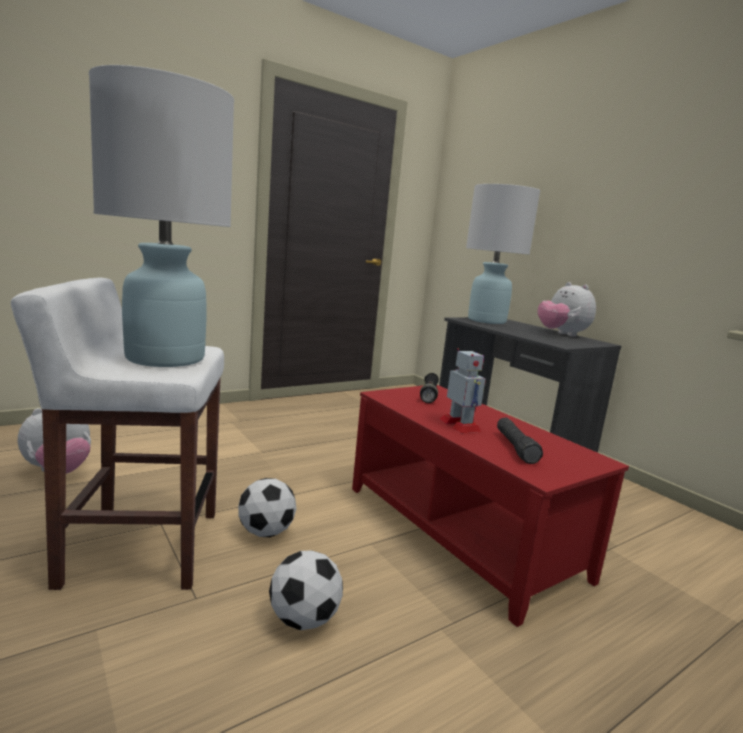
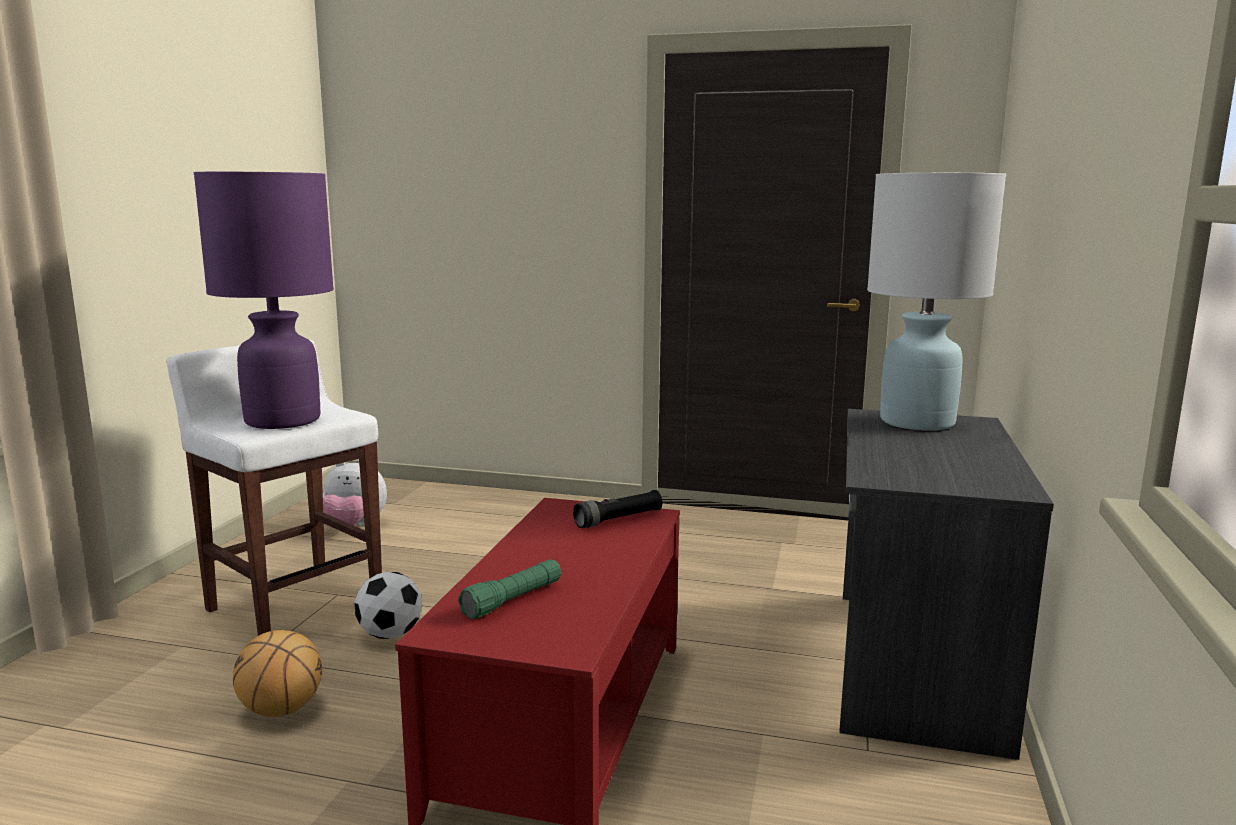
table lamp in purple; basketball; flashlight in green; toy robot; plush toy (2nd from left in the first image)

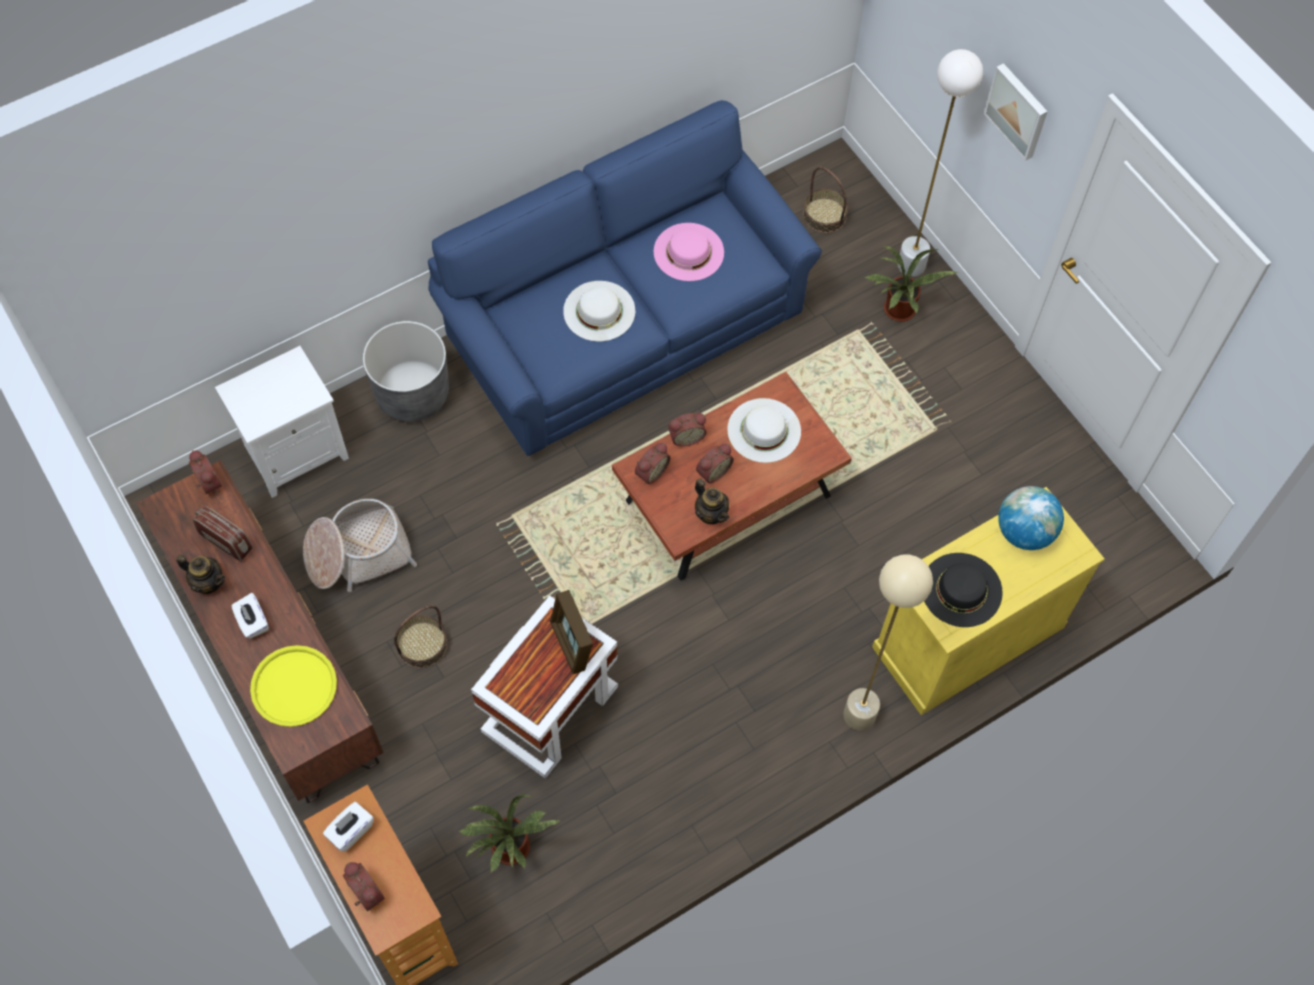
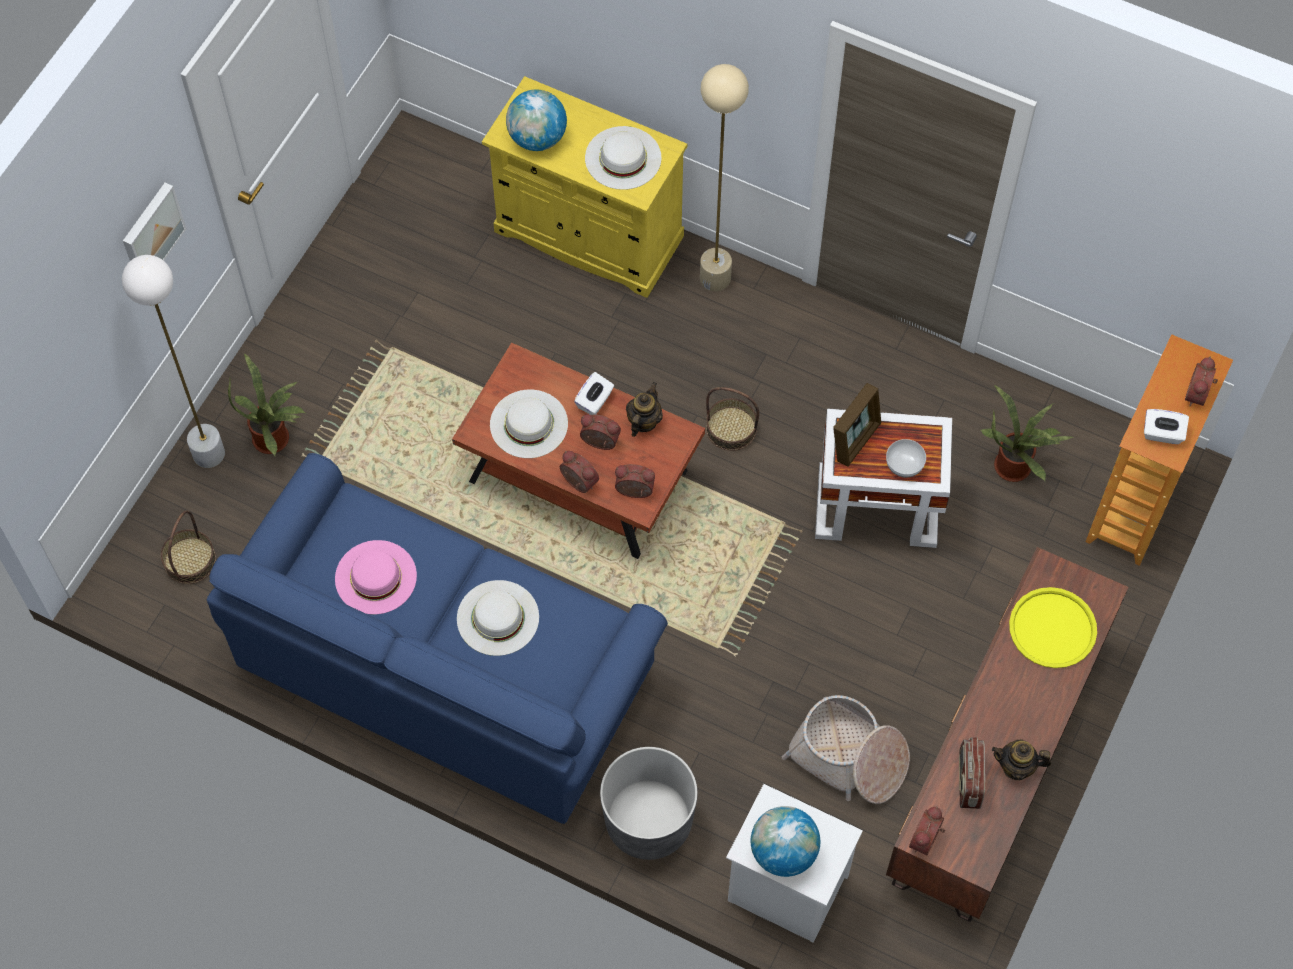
tissue box in white (1st from left); hat in white (3rd from left); basket (2nd from left); globe (2nd from left); bowl; teapot (2nd from left)

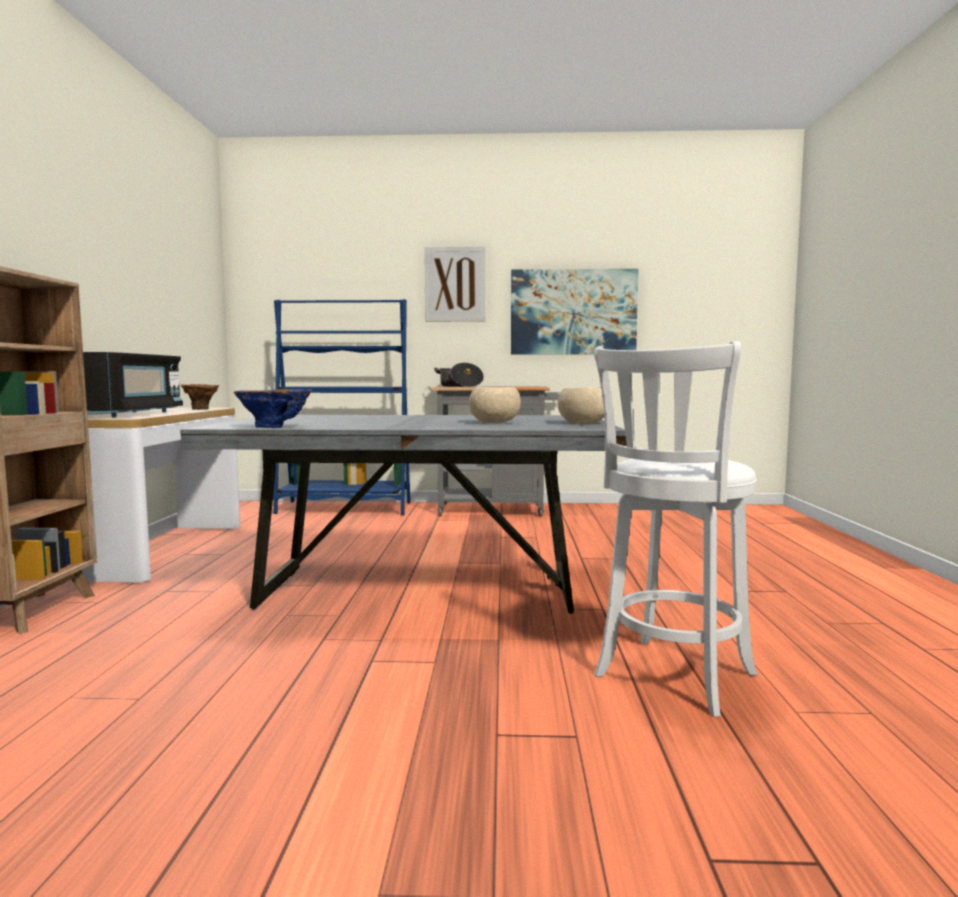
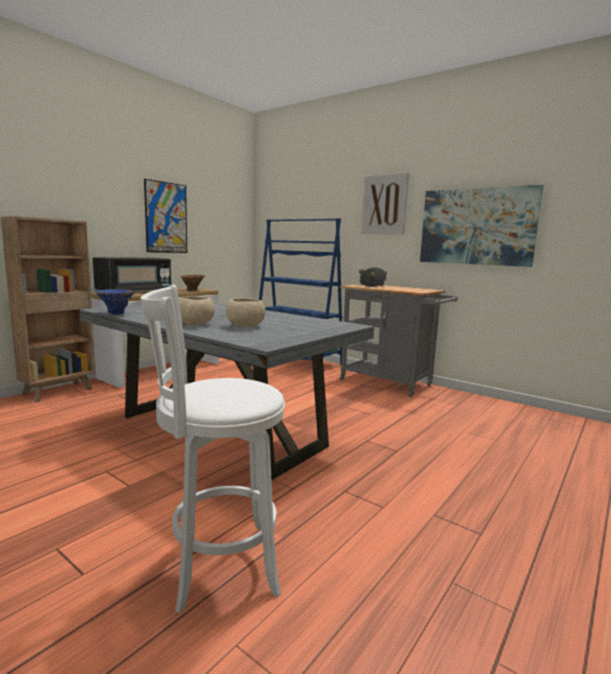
picture (1st from left); bowl in beige (1st from left)

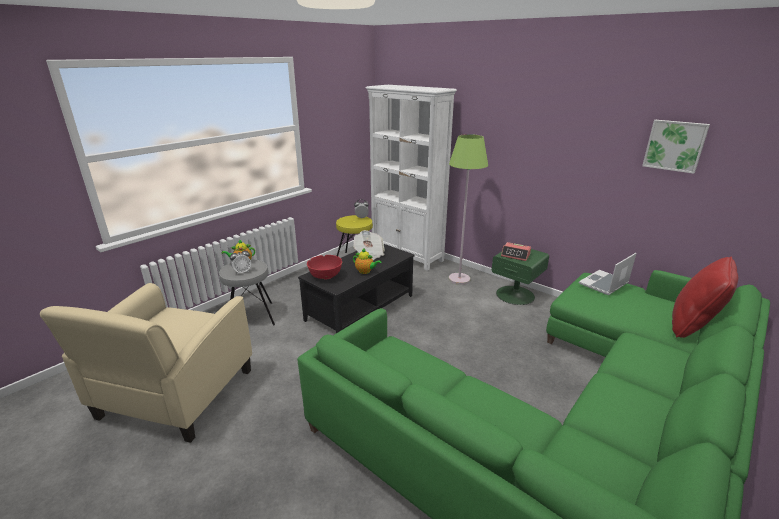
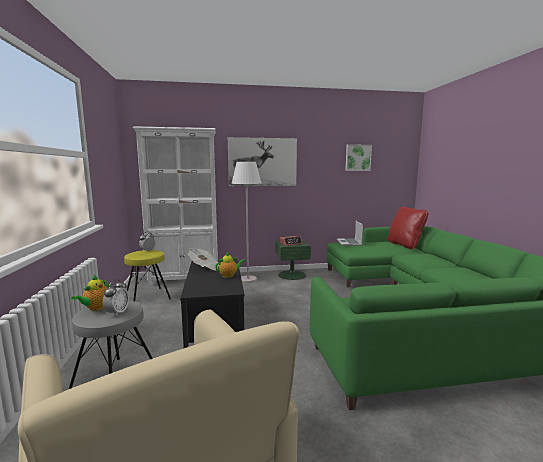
picture (1st from left); floor lamp in white; bowl in red

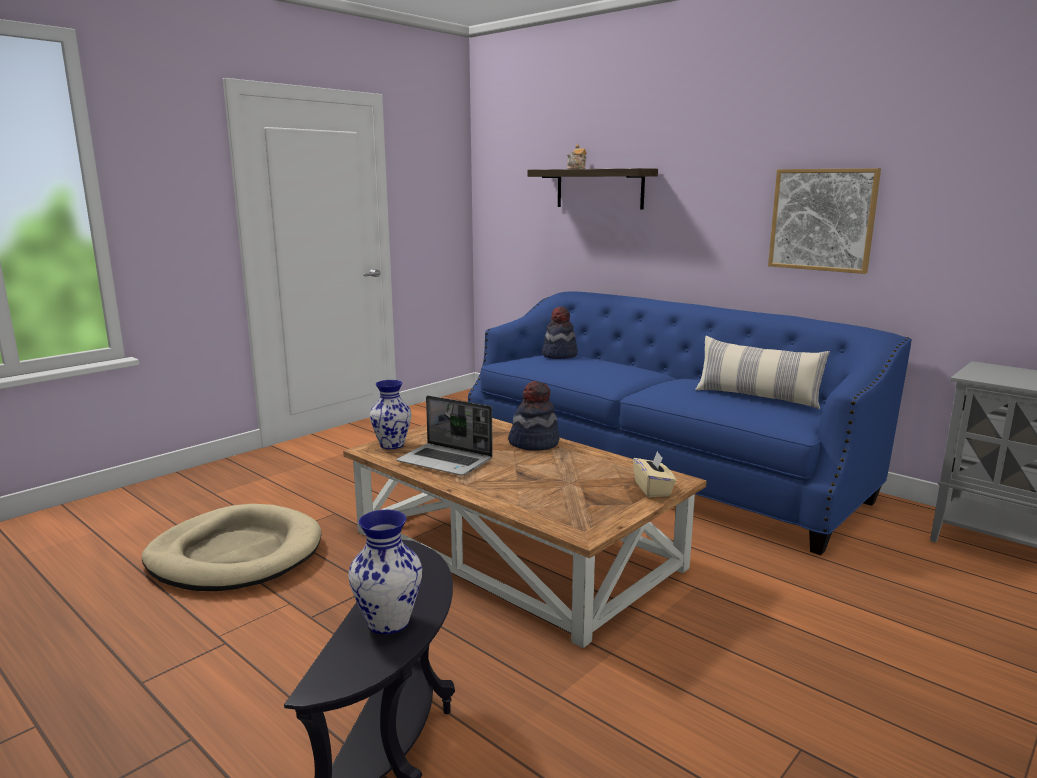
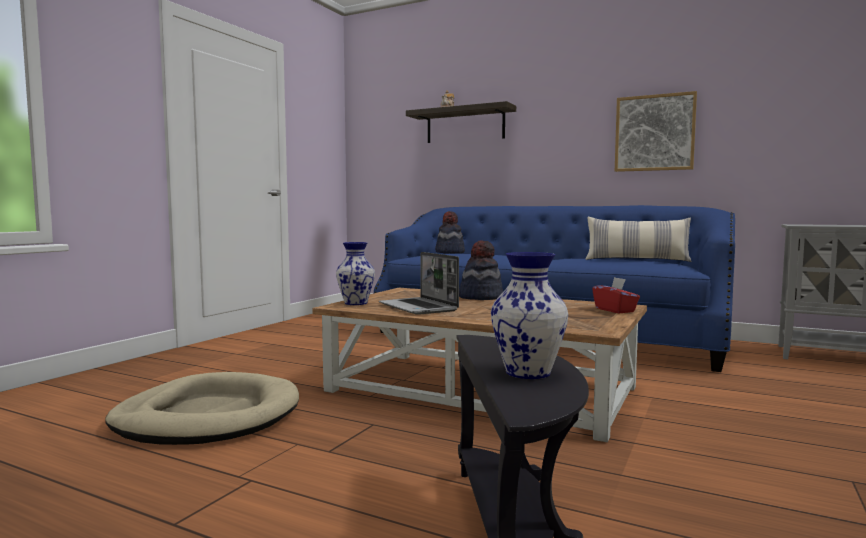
laptop; tissue box in red

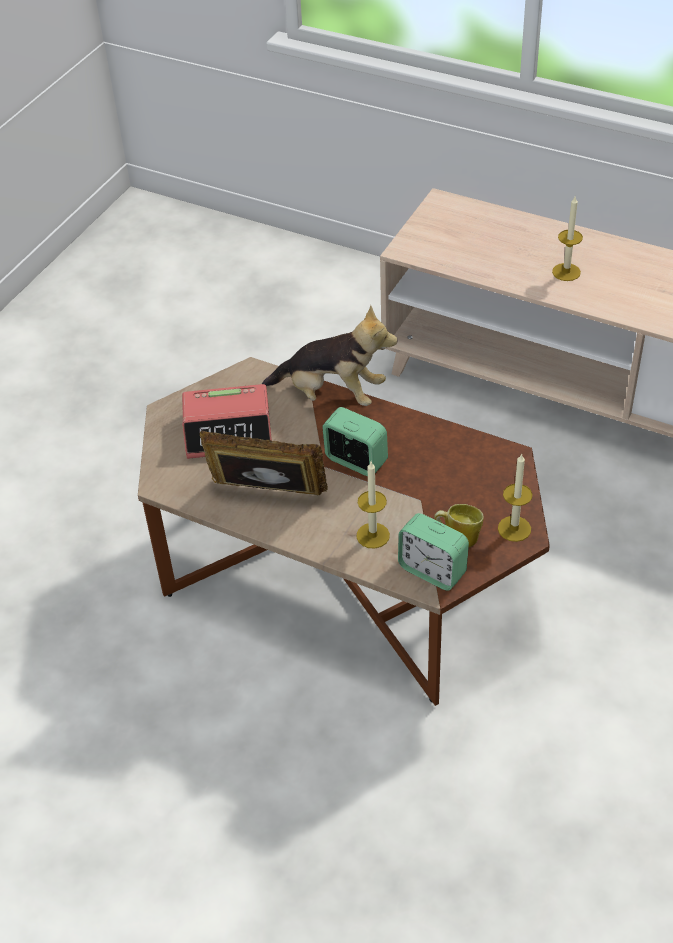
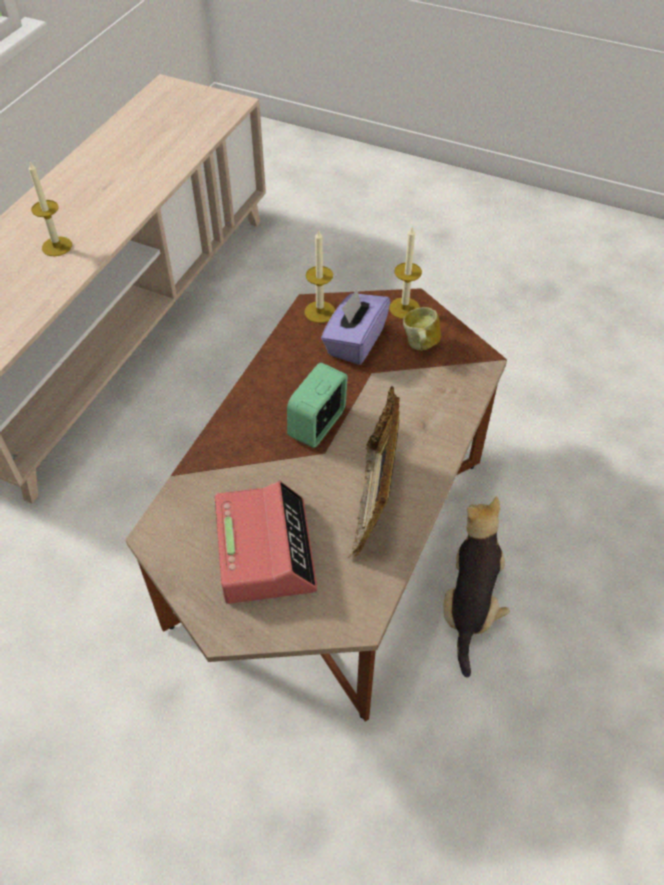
candle (2nd from left); tissue box in purple; plush toy; alarm clock (3rd from left in the first image)

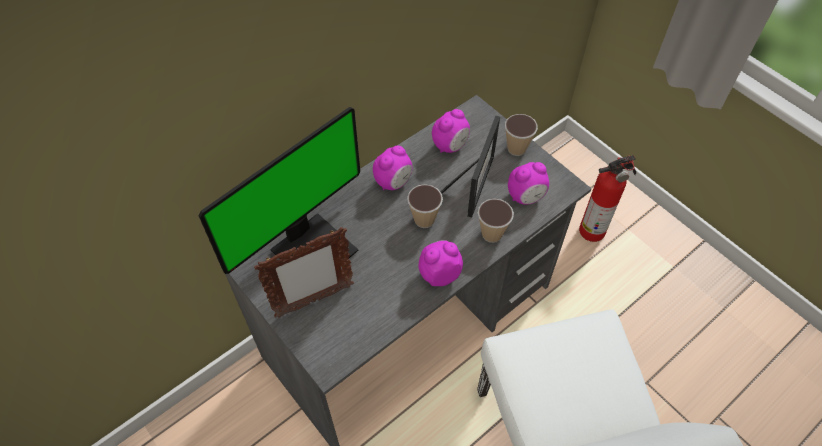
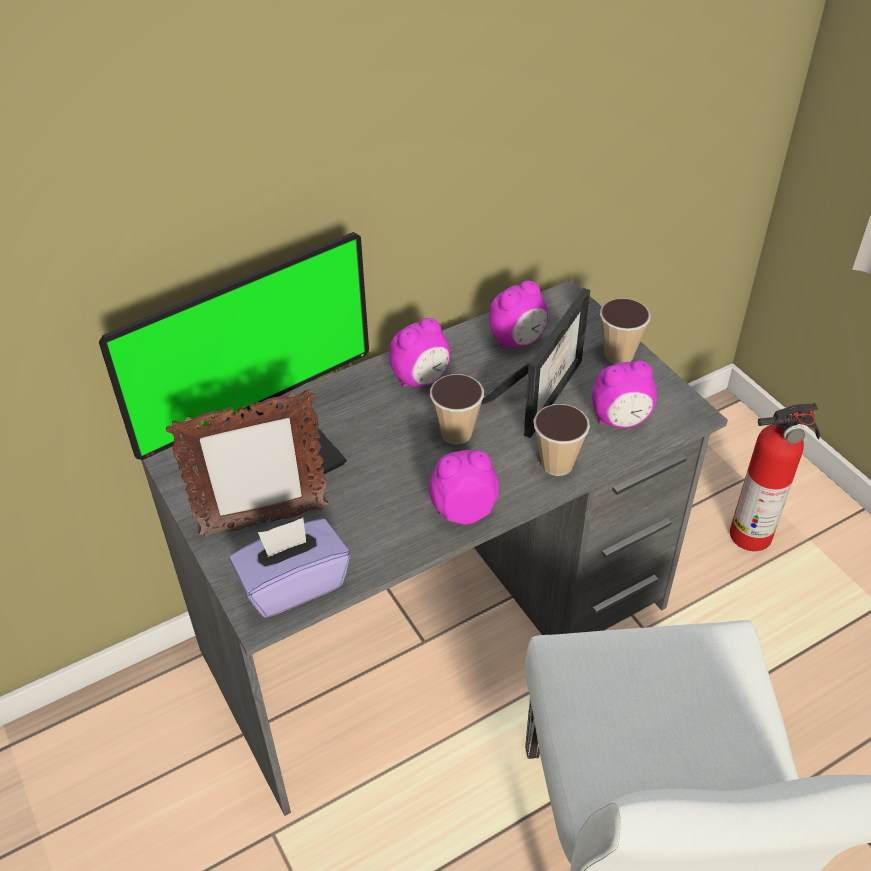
tissue box in purple

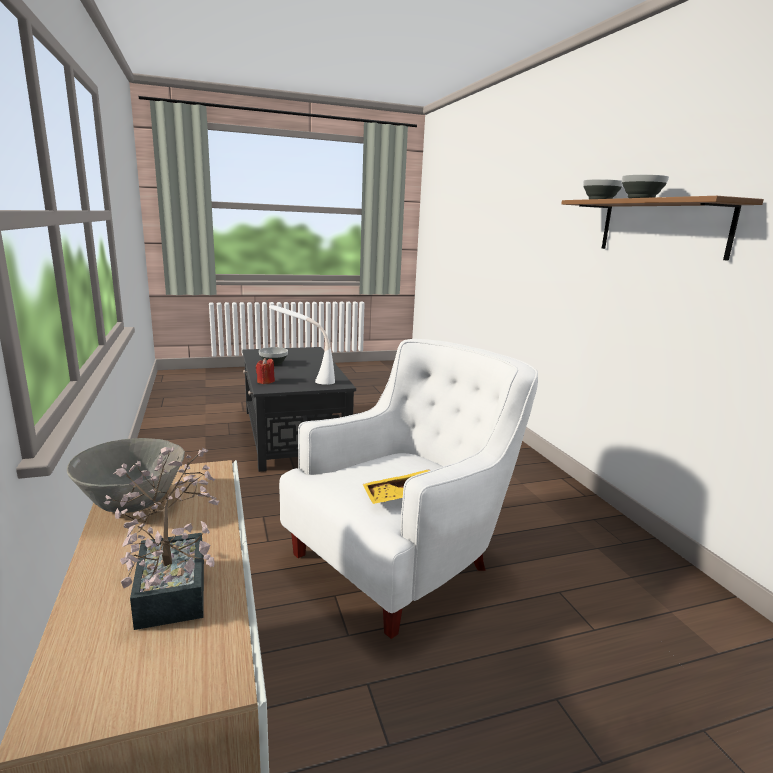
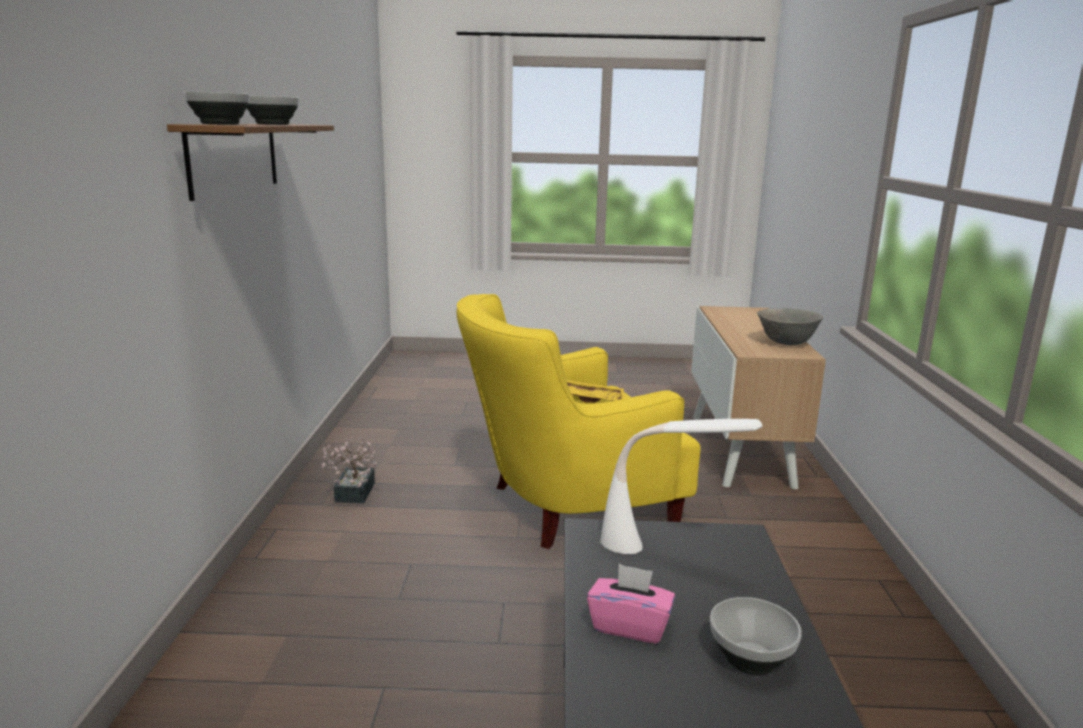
potted plant; armchair in yellow; tissue box in pink; candle in red

